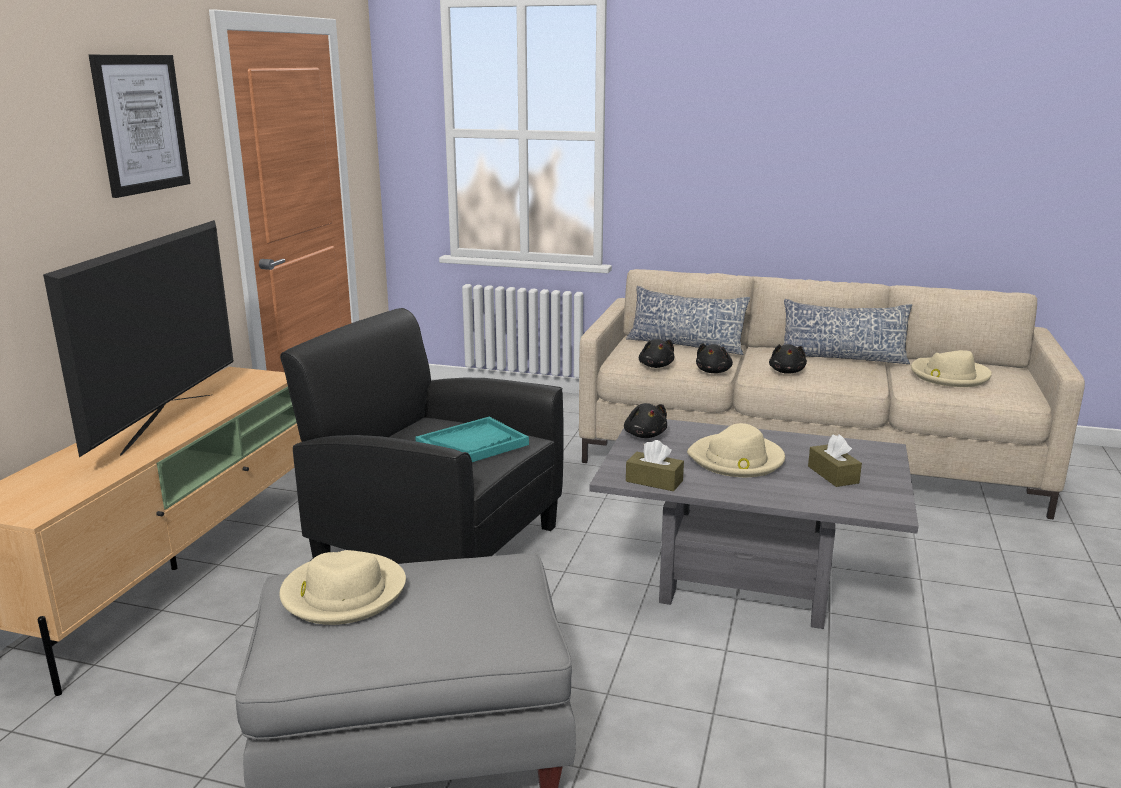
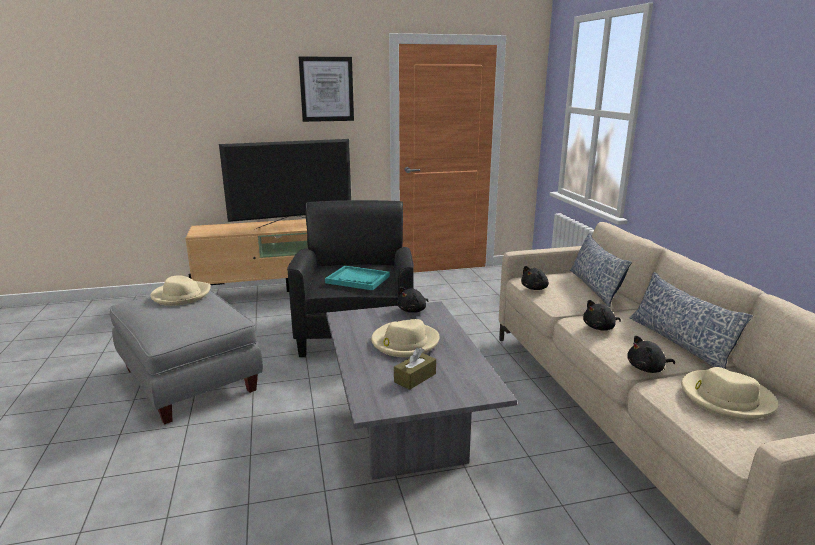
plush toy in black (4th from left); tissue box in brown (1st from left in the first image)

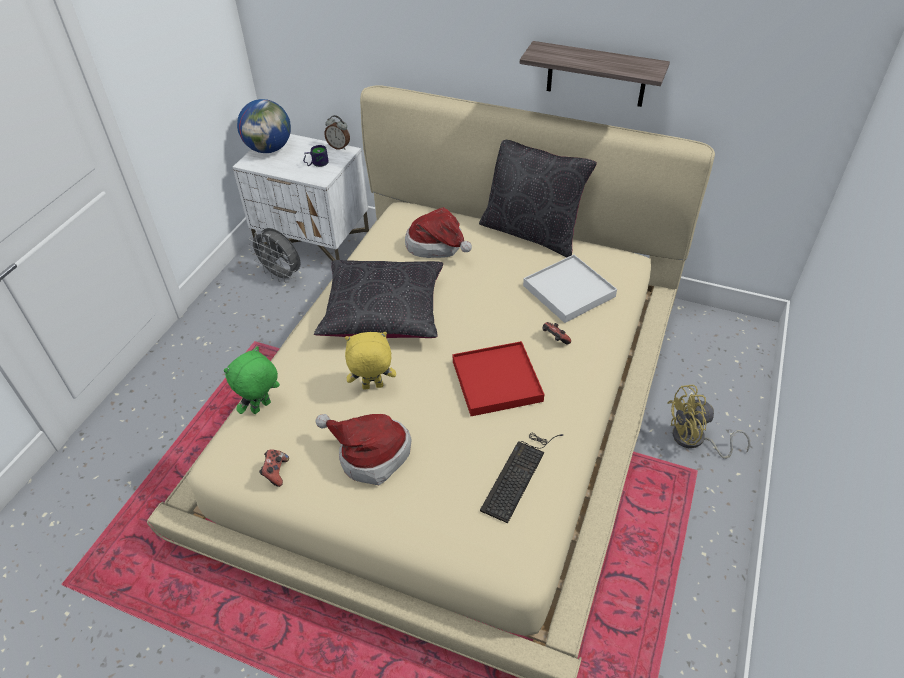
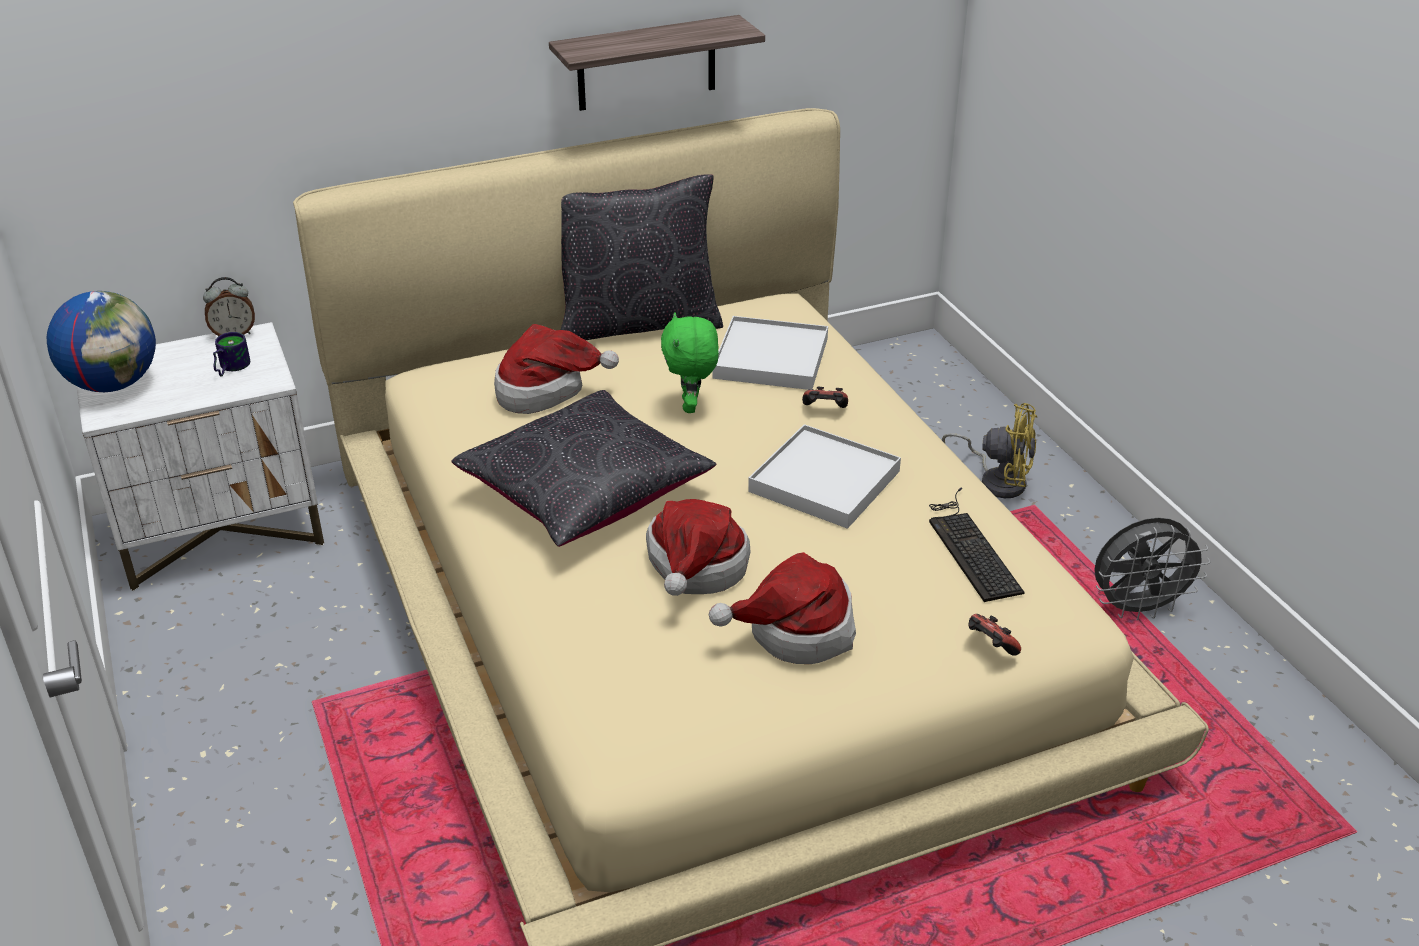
hat (2nd from left); plush toy in green; tray in white (2nd from left); fan in yellow; game controller (2nd from left); fan in grey

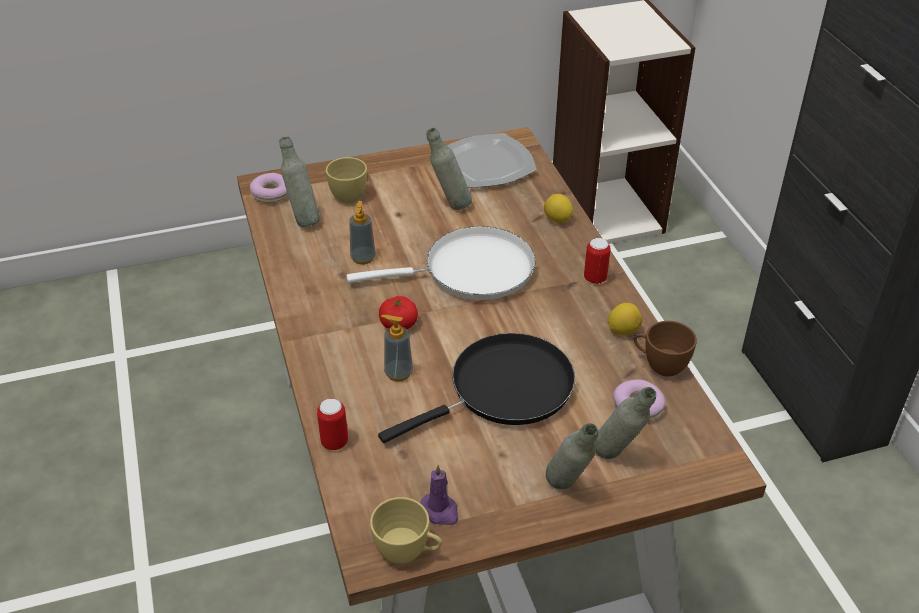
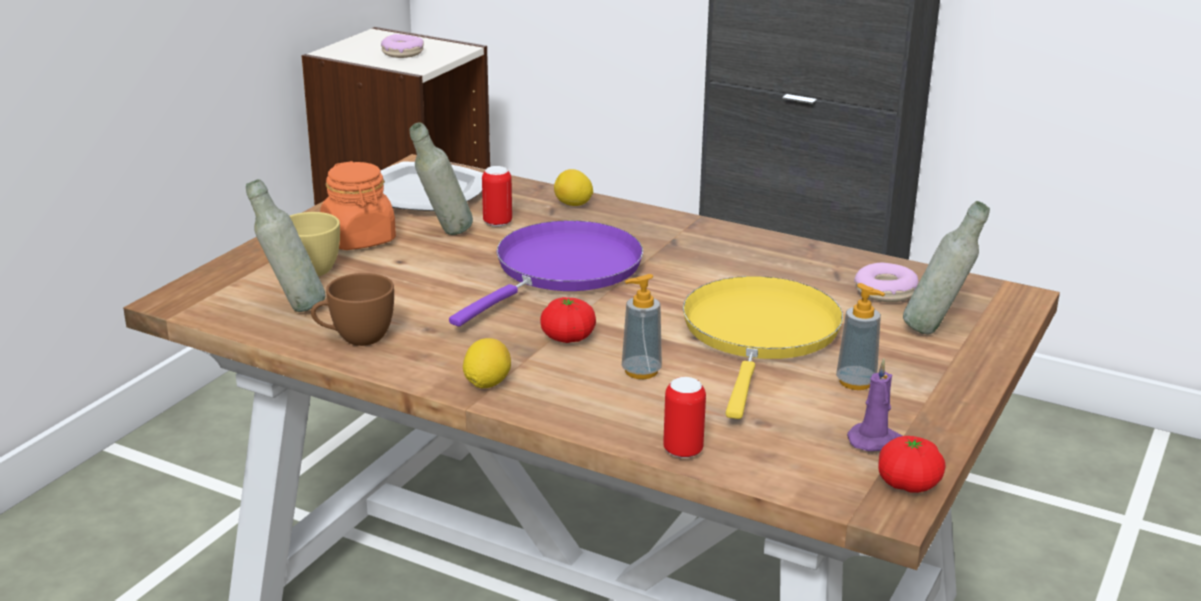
cup in brown; jar in orange; donut (1st from left); frying pan in purple; lemon (1st from left); can (1st from left); frying pan in yellow; soap dispenser (2nd from left); tomato (2nd from left); bottle in grey (3rd from left in the first image)

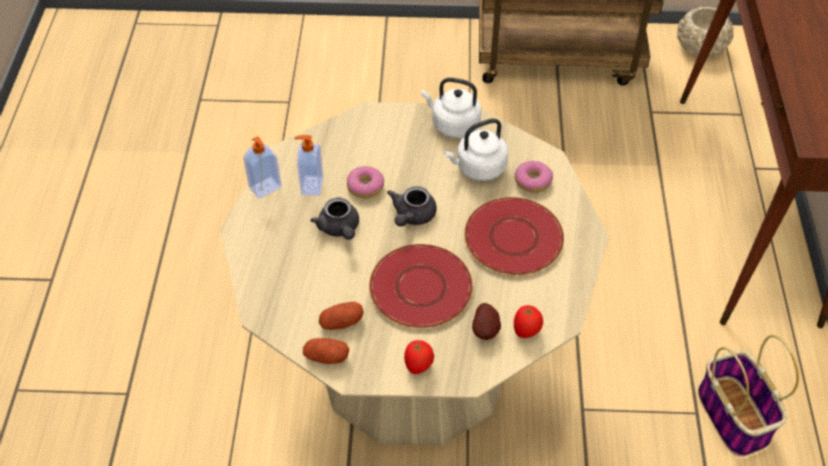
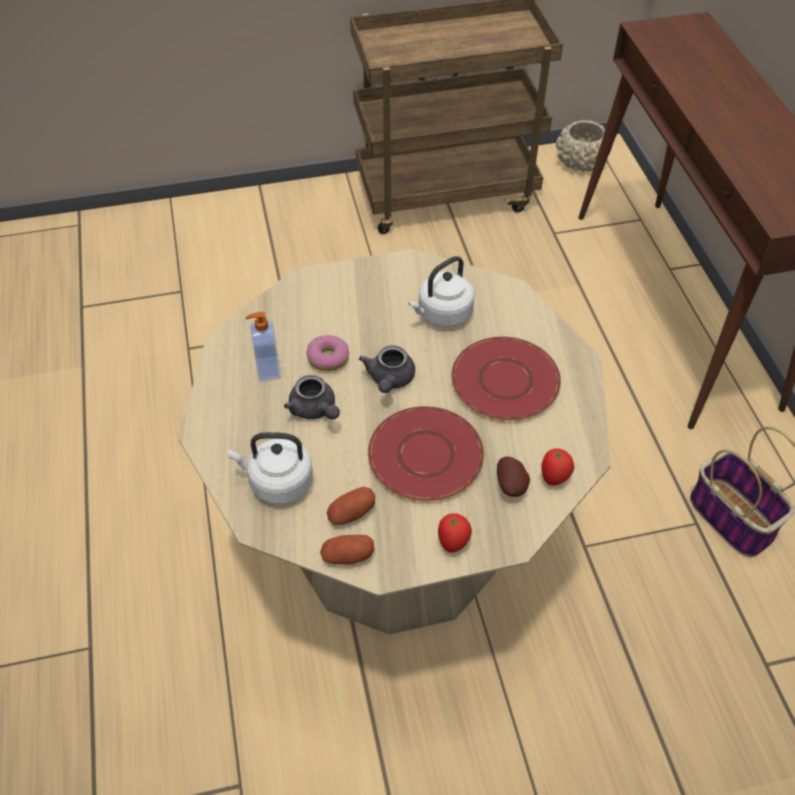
kettle in white (1st from left); soap dispenser (1st from left in the first image); donut (2nd from left in the first image)

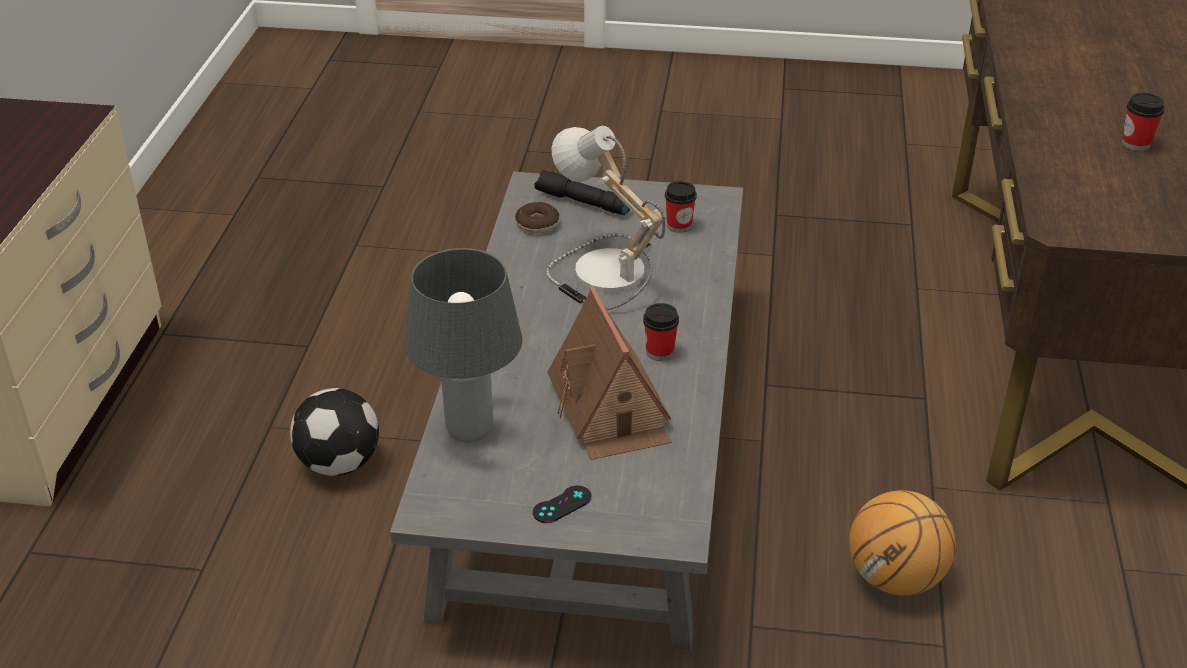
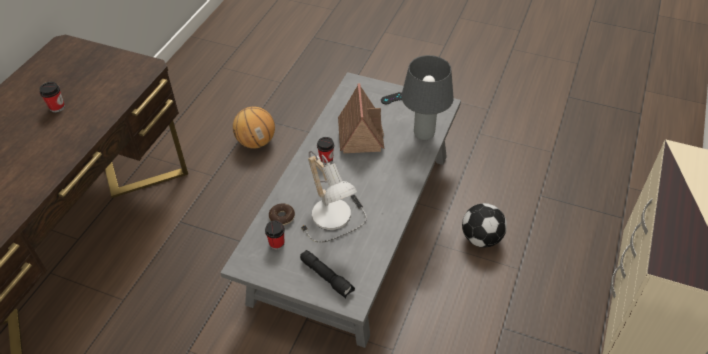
donut

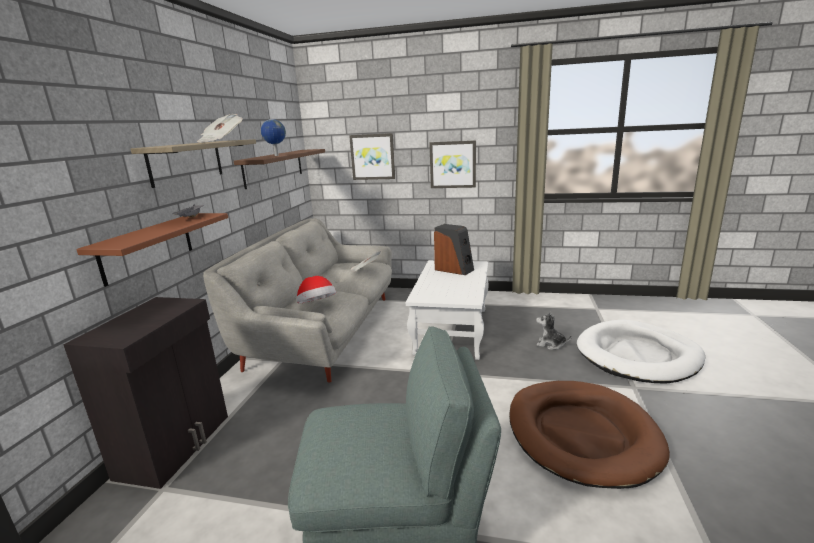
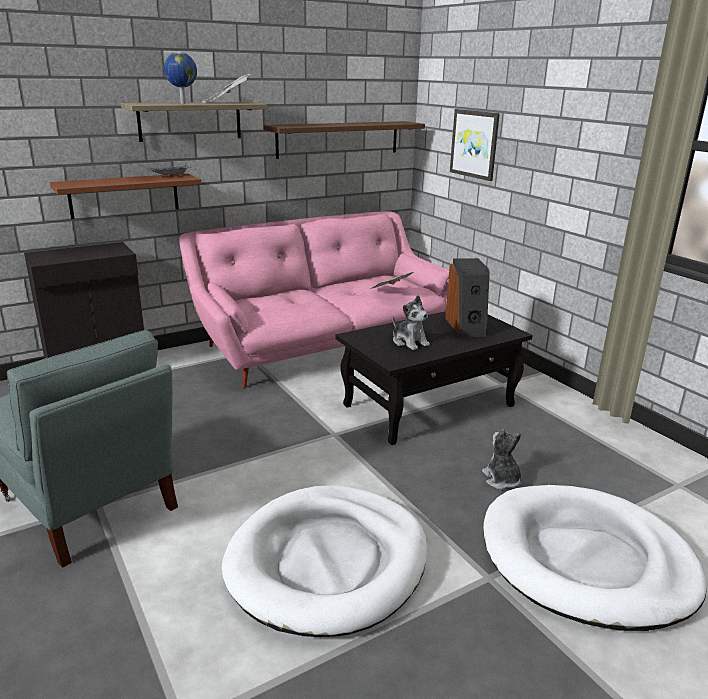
globe; sofa in pink; dog bed in white (1st from left); coffee table in black; plush toy (1st from left); hat; picture (2nd from left in the first image)

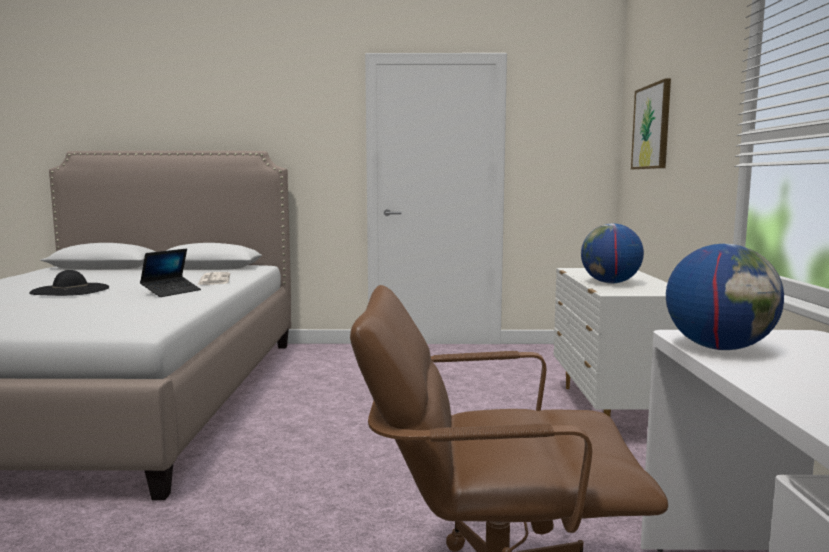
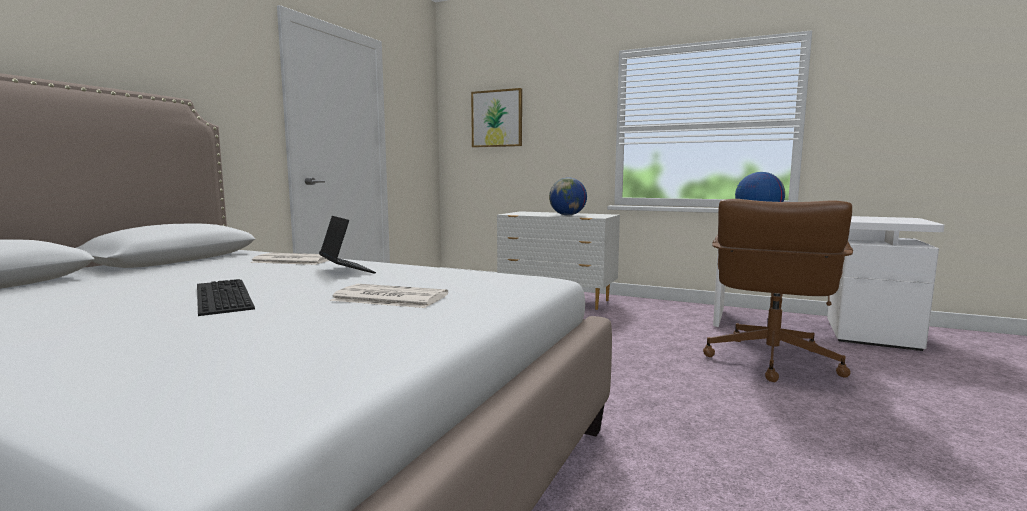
keyboard; newspaper (2nd from left)

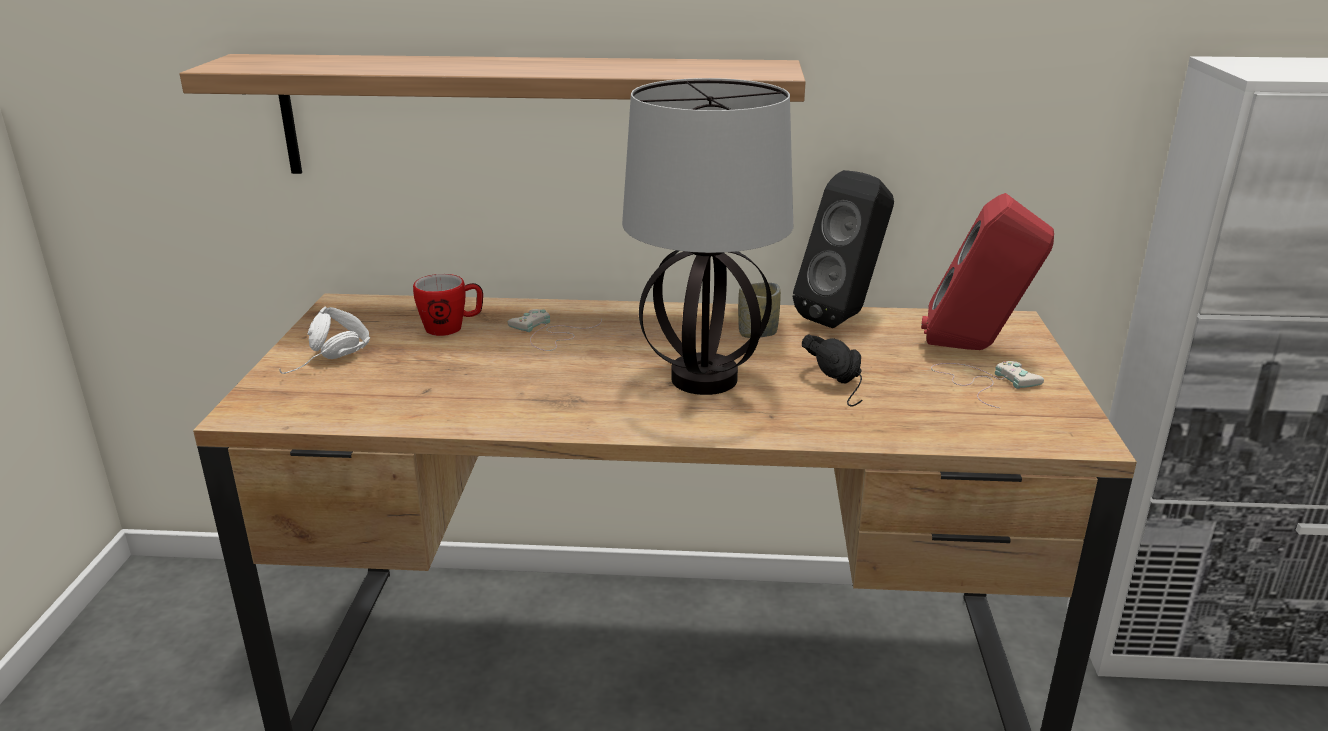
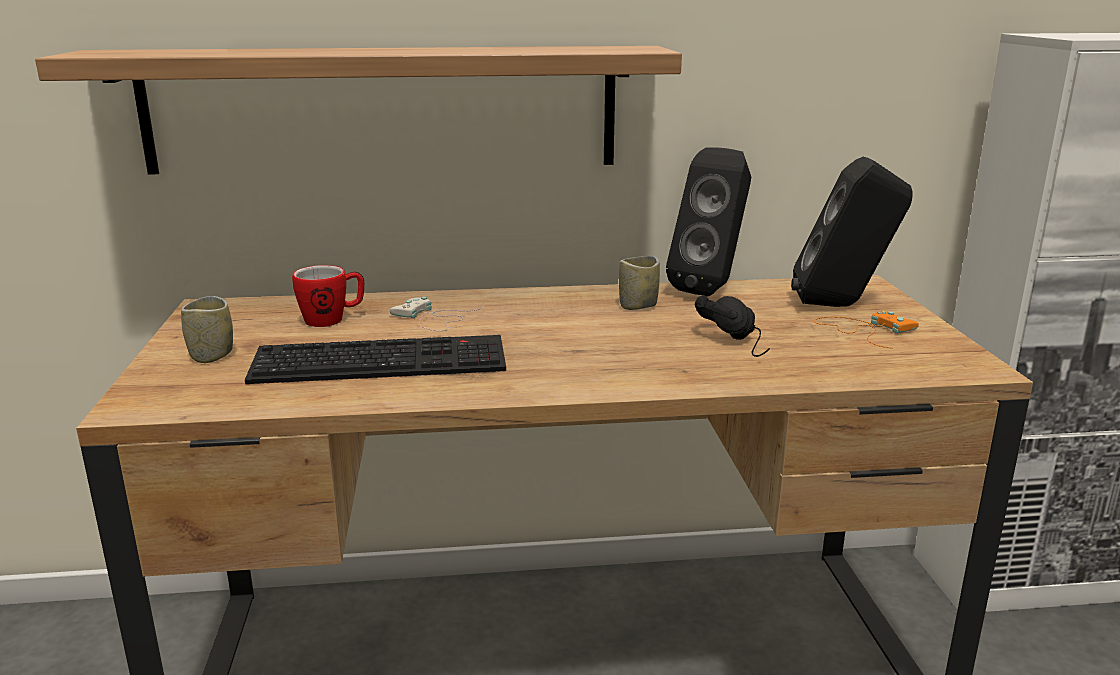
cup (1st from left); keyboard; speaker in black (2nd from left); game controller in orange; table lamp

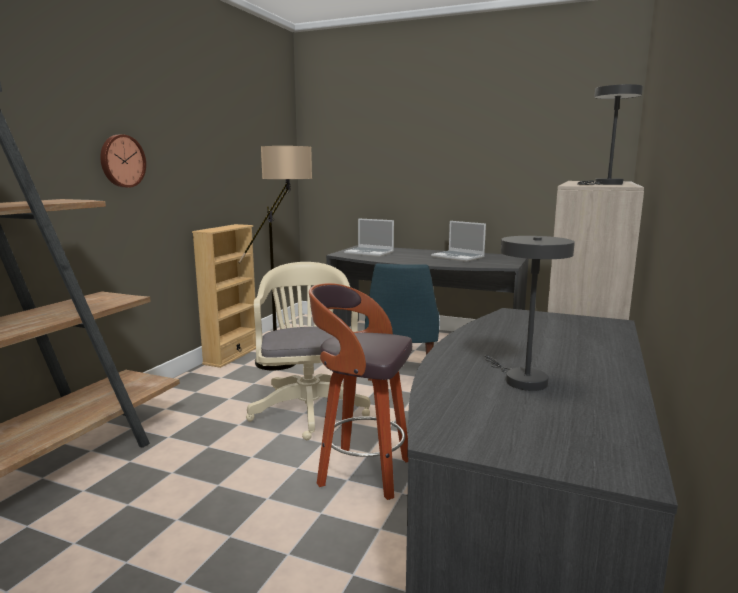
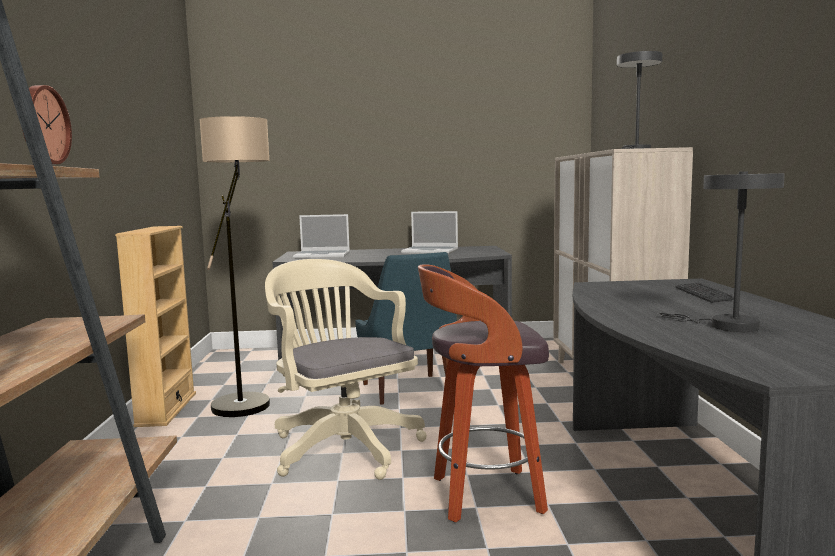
keyboard

